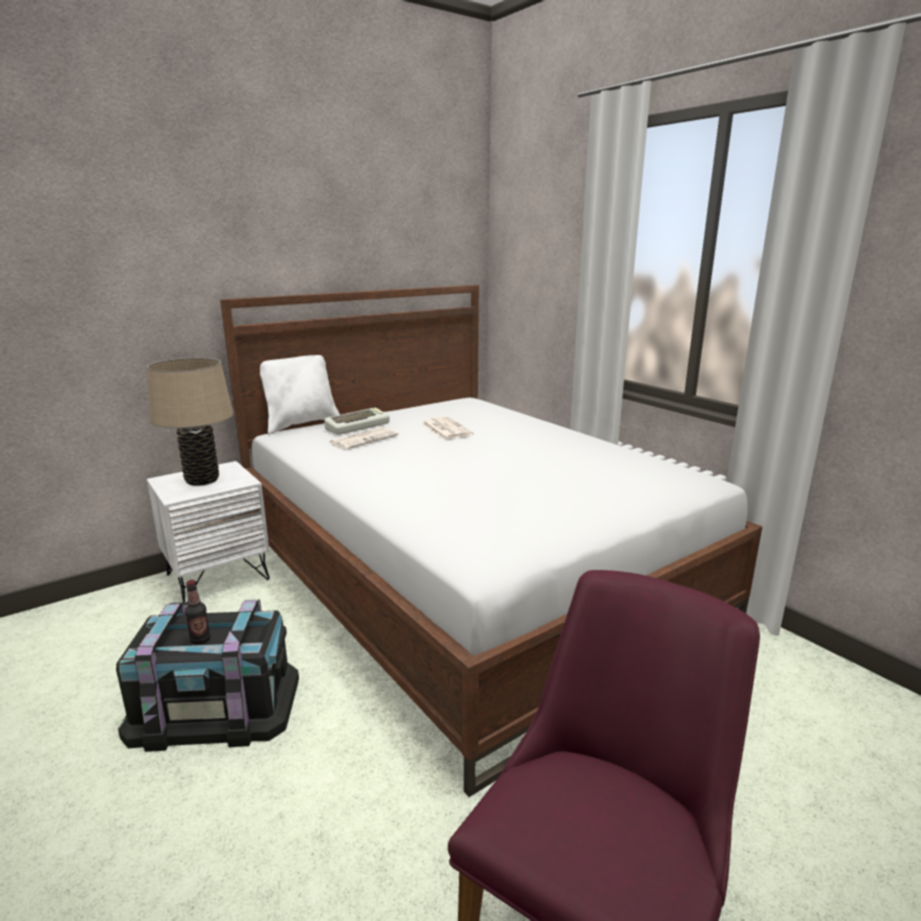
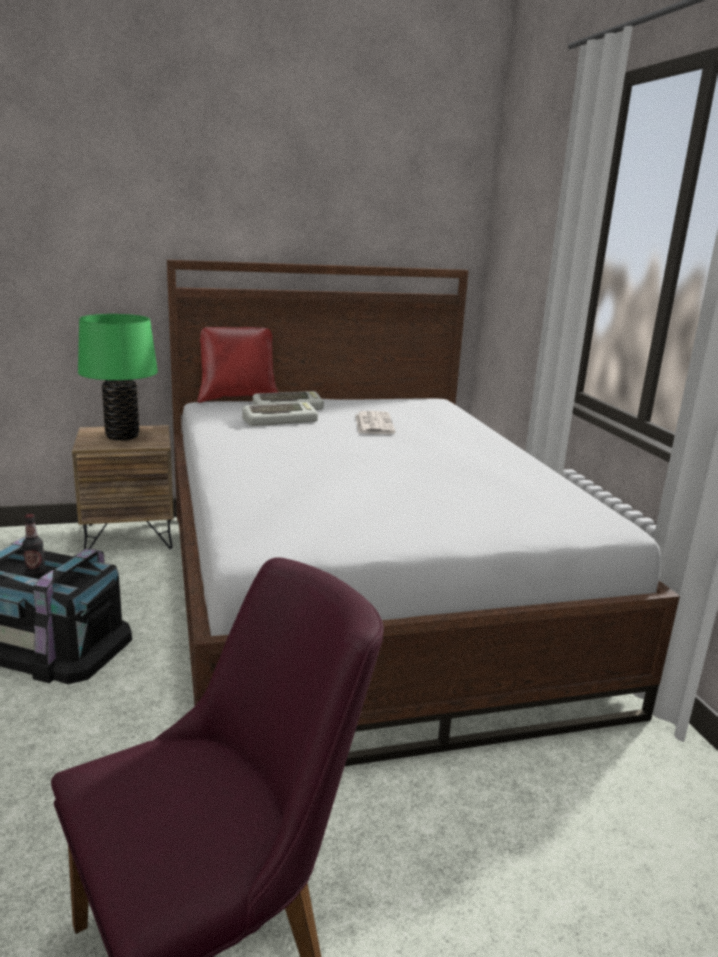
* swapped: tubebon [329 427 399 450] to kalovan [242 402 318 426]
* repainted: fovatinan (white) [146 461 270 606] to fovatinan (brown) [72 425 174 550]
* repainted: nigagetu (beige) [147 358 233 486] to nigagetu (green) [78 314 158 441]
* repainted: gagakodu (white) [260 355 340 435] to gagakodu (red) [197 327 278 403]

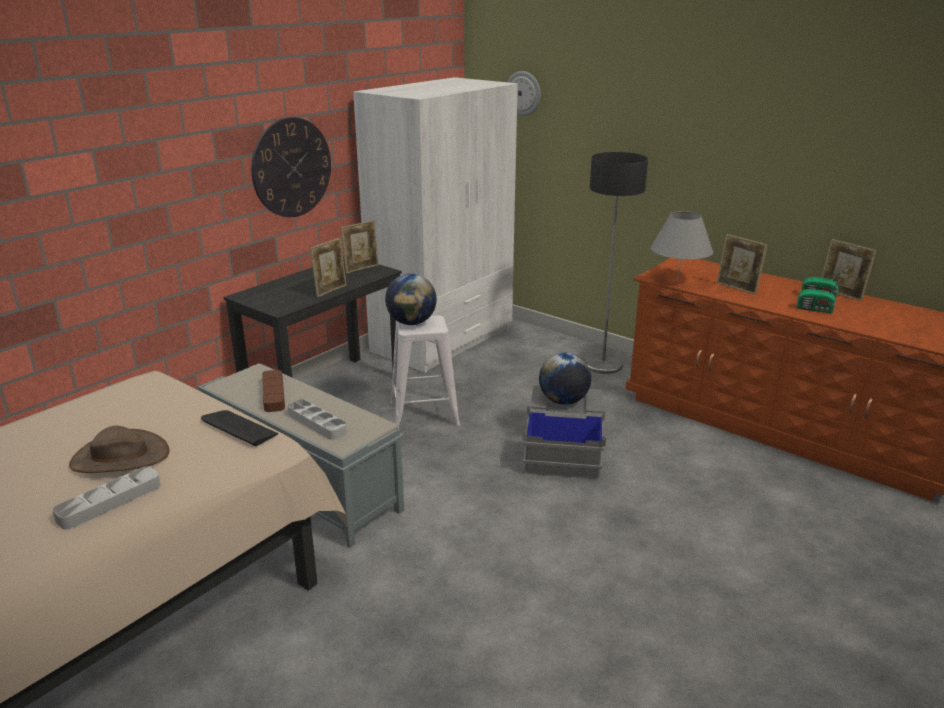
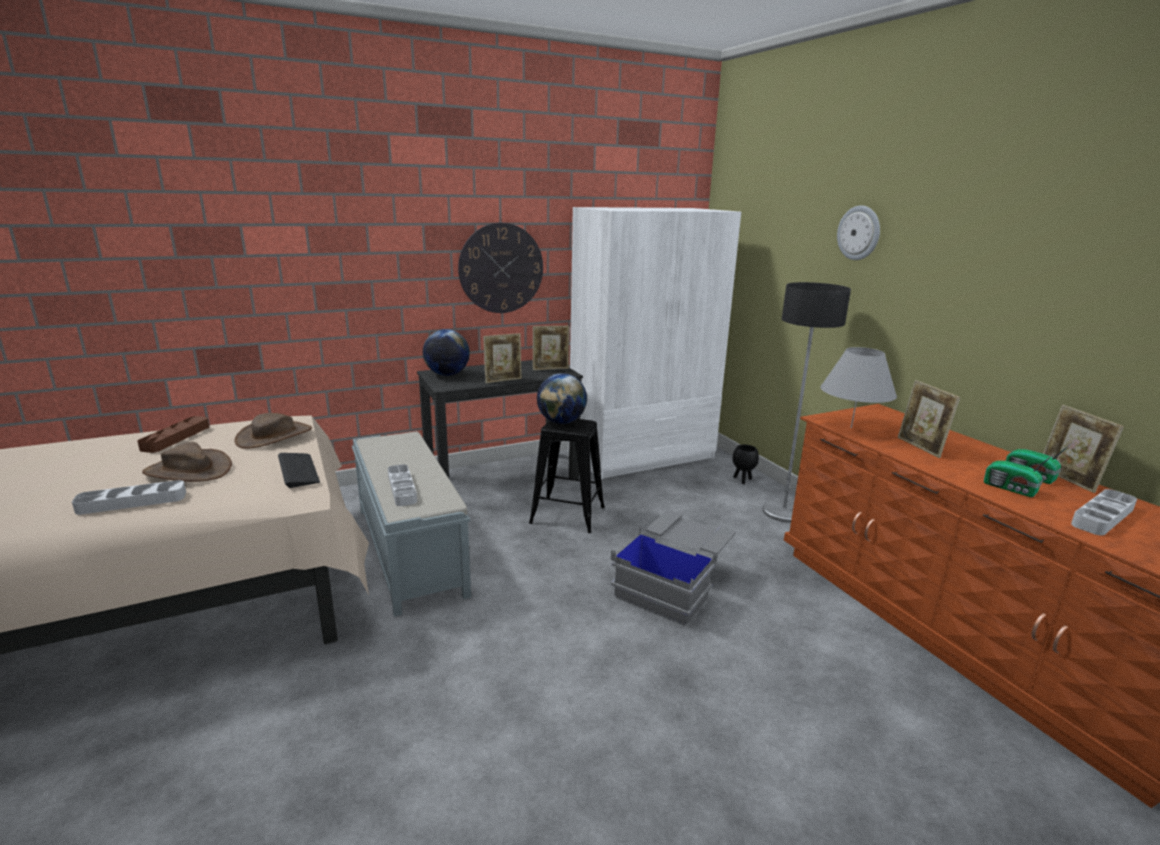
* new: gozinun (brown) [234 413 312 449]
* new: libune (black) [732 444 759 484]
* new: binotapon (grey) [1071 489 1137 535]
* shifted: binotapon (brown) [262 370 285 412] to [137 416 209 453]
* shifted: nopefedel [508 71 541 116] to [837 205 880 260]
* shifted: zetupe [539 352 591 405] to [423 329 470 376]
* repainted: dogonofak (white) [390 315 460 430] to dogonofak (black) [529 419 605 533]

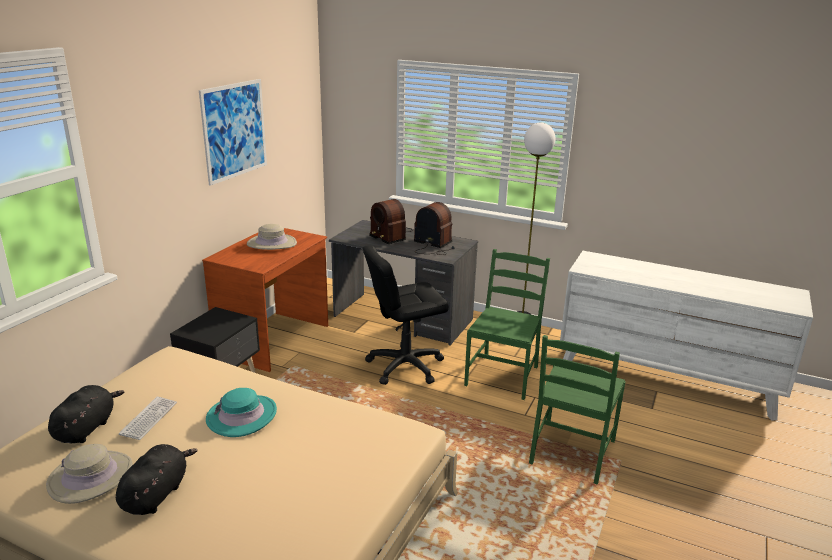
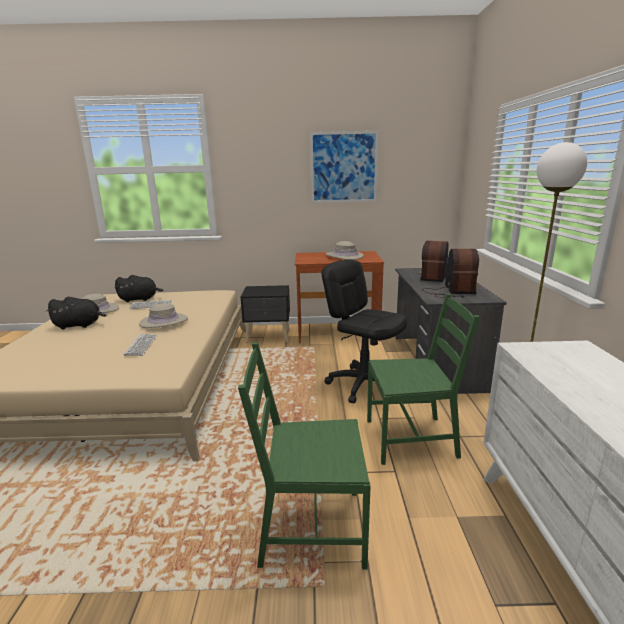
* new: kalovan [124 334 157 356]
* repainted: gozinun (turquoise) [206 388 277 437] to gozinun (beige) [139 303 188 328]

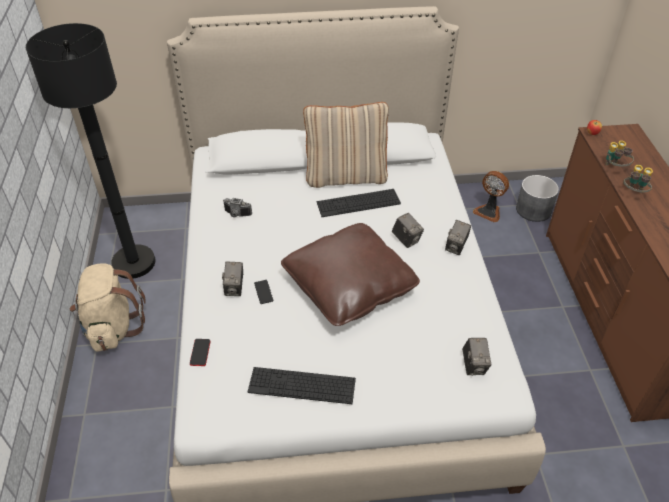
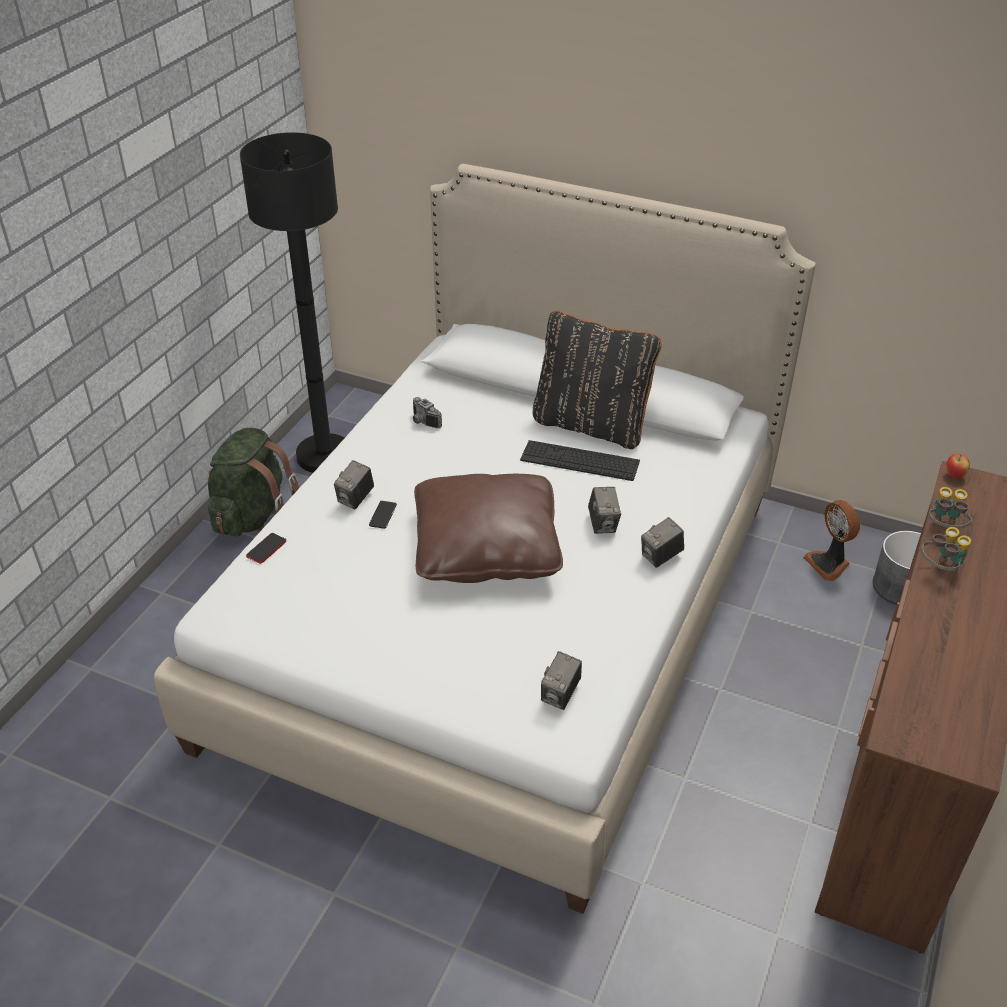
* gone: kalovan [248 367 356 404]
* repainted: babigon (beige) [70 263 146 352] to babigon (green) [208 428 299 537]
* repainted: gagakodu (beige) [303 102 389 188] to gagakodu (black) [533 311 661 449]

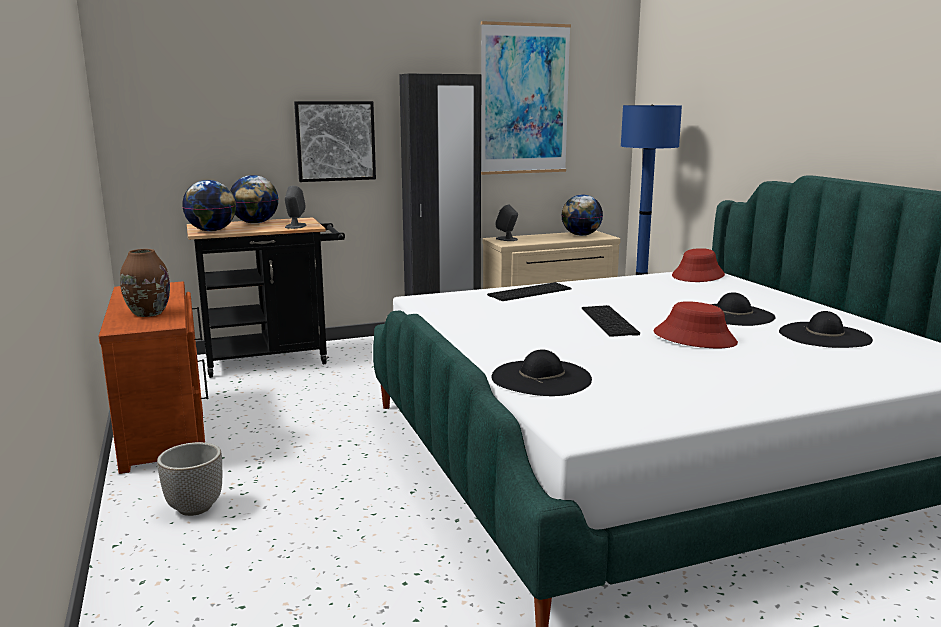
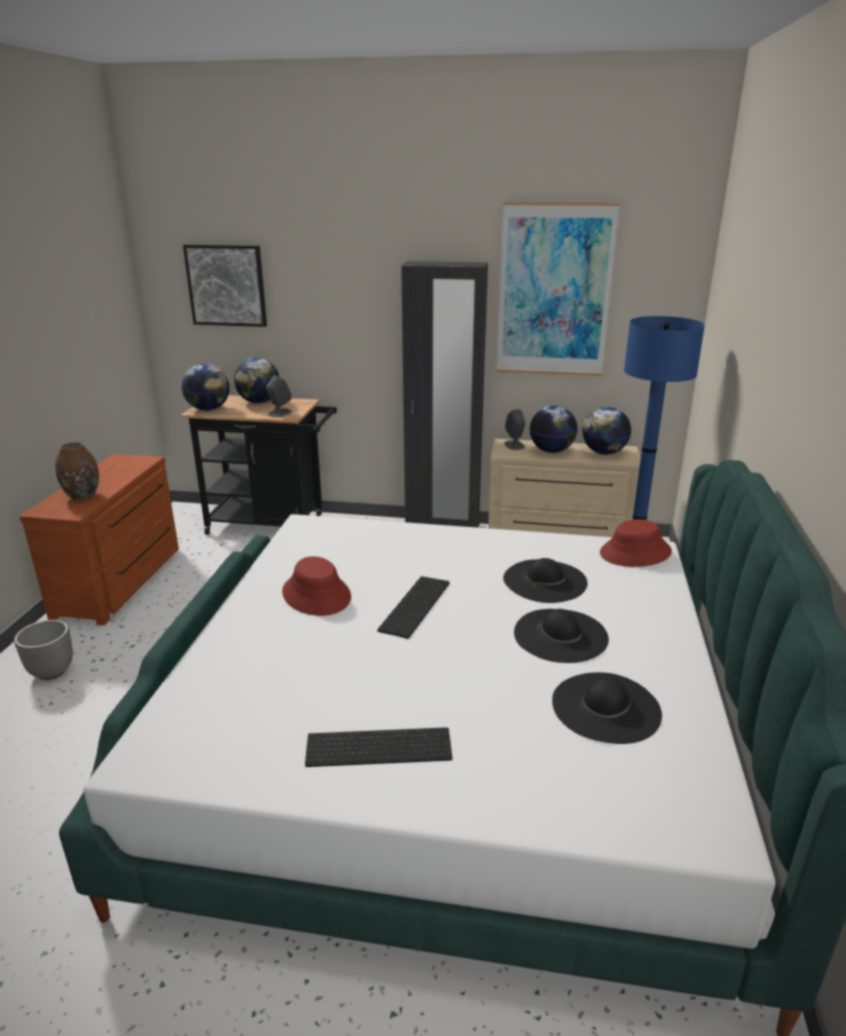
* new: zetupe [530 405 578 453]
* shifted: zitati [294 101 376 182] to [183 244 267 327]
* shifted: kalovan [487 282 571 301] to [305 727 452 767]
* shifted: gozinun (black) [492 350 592 396] to [503 558 588 603]
* shifted: gozinun (red) [653 301 738 348] to [282 556 351 616]

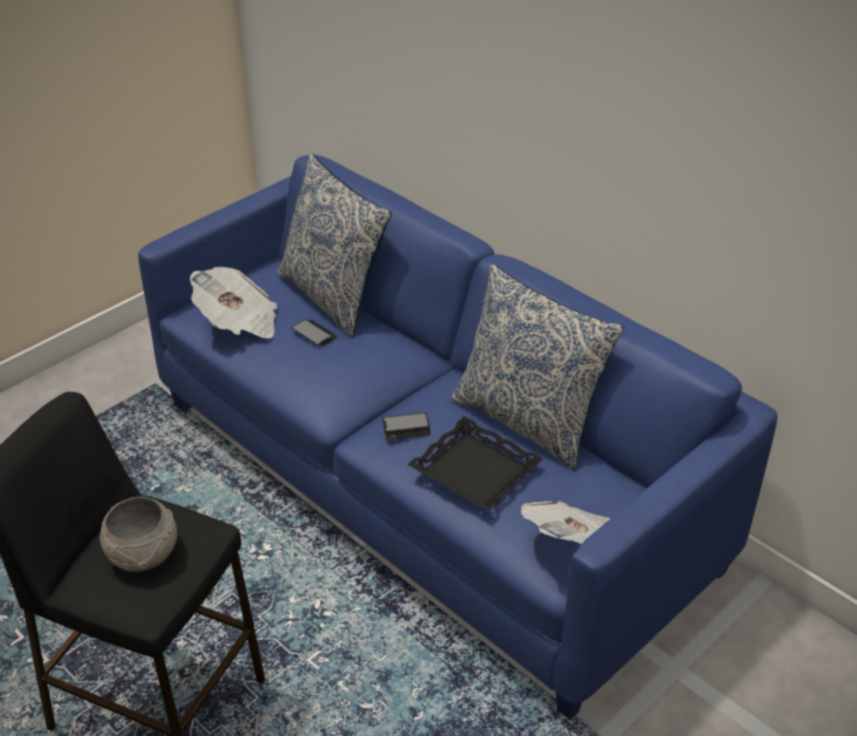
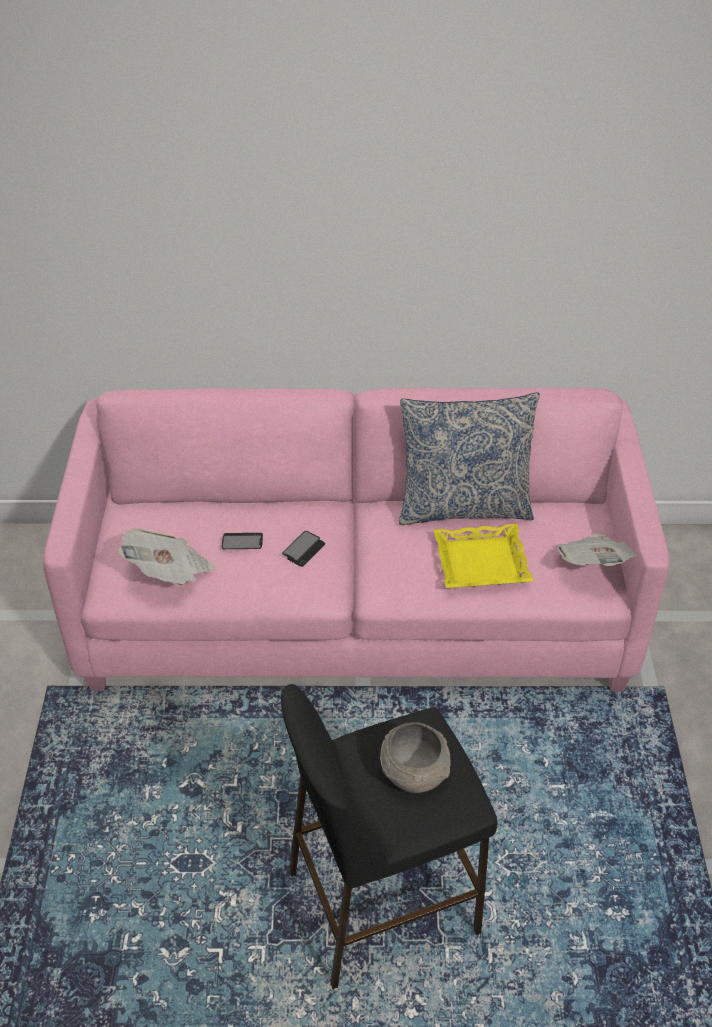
* gone: gagakodu [277 153 392 339]
* shifted: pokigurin [382 413 431 440] to [282 531 325 567]
* repainted: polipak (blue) [138 155 777 719] to polipak (pink) [43 388 669 692]
* repainted: binotapon (black) [407 416 544 511] to binotapon (yellow) [434 524 533 588]

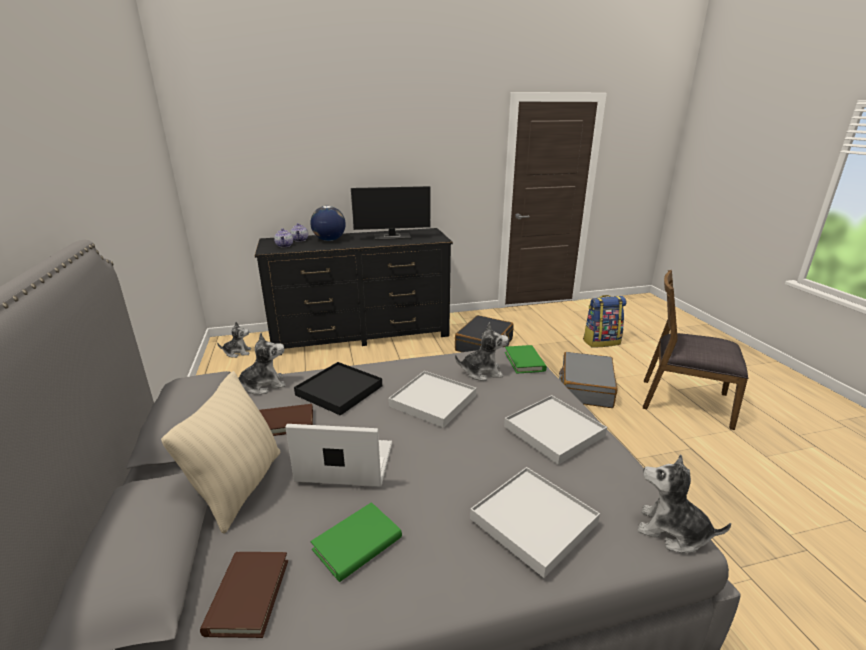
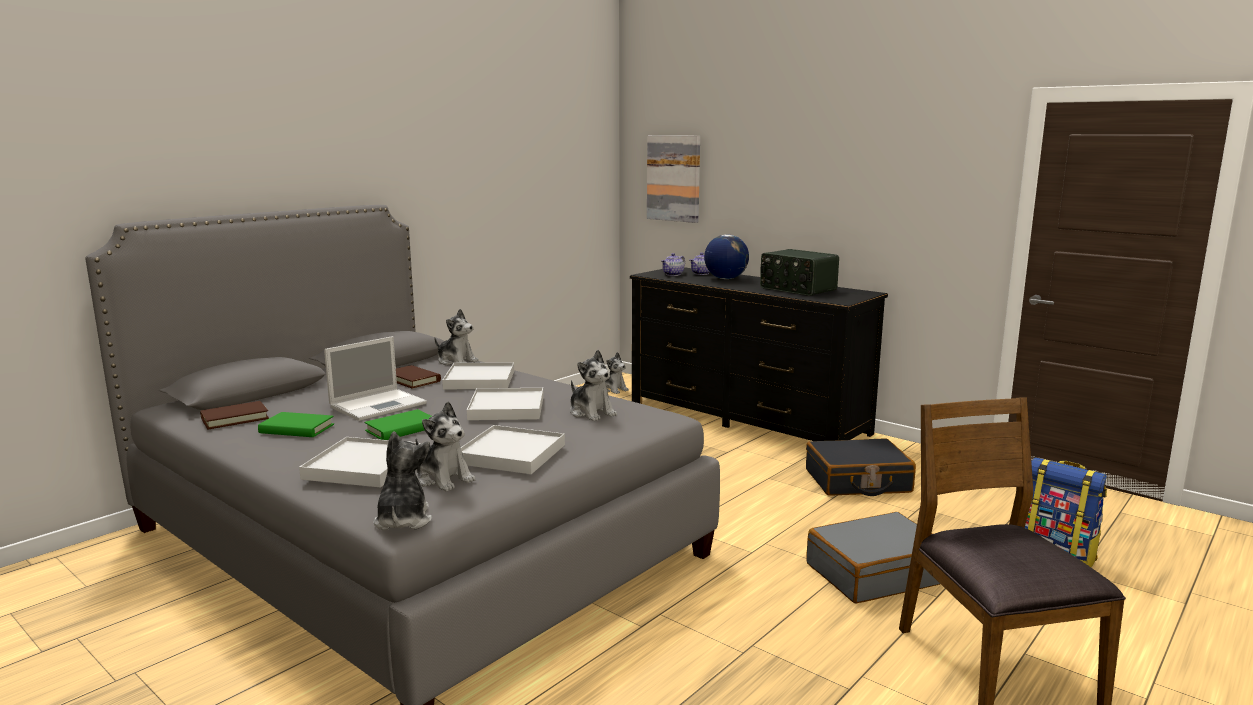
* gone: gagakodu (beige) [161 371 281 534]
* new: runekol [416 402 476 491]
* new: zitati [647 135 700 223]
* shifted: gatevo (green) [505 345 547 374] to [364 409 431 440]
* swapped: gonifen [351 186 431 241] to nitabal [760 249 839 296]
* repainted: binotapon (black) [294 362 382 416] to binotapon (white) [442 362 514 389]
* rotated: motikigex [285 424 392 487] = [324 336 427 421] 75 degrees clockwise

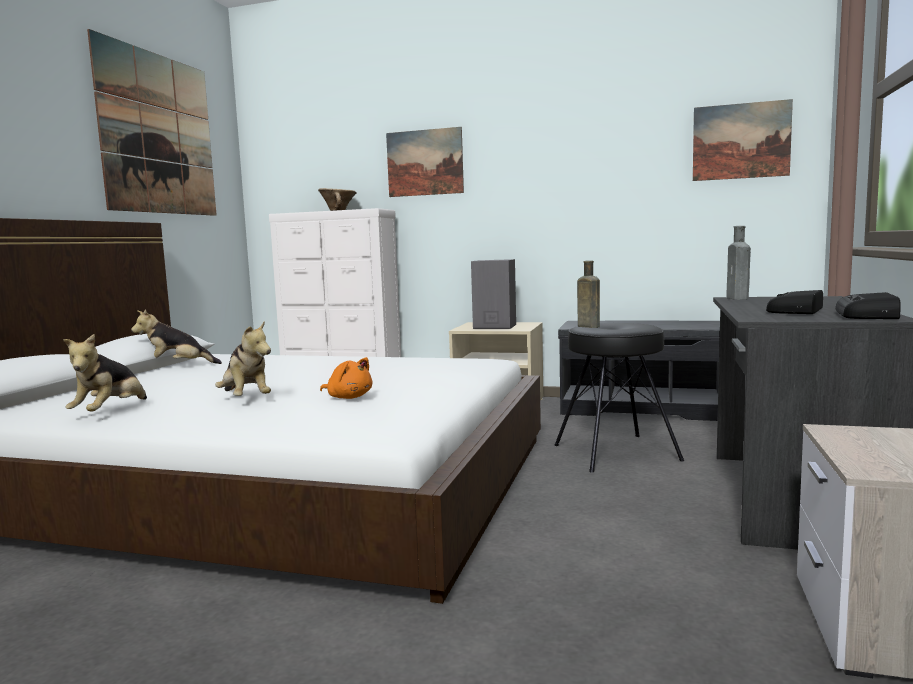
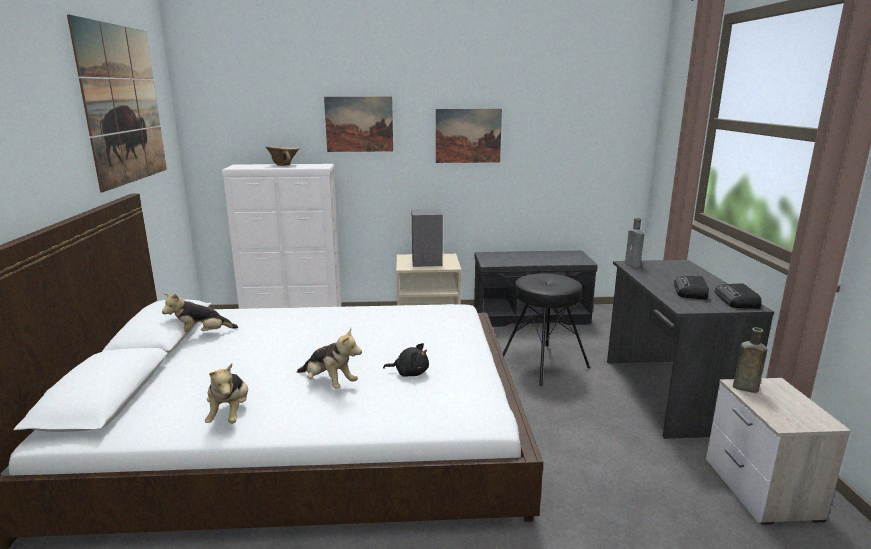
* shifted: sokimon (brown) [577 261 600 328] to [733 327 767 393]
* shifted: zitati [693 99 793 181] to [436 109 502 163]
* repainted: runekol (orange) [320 357 373 399] to runekol (black) [383 343 429 377]

